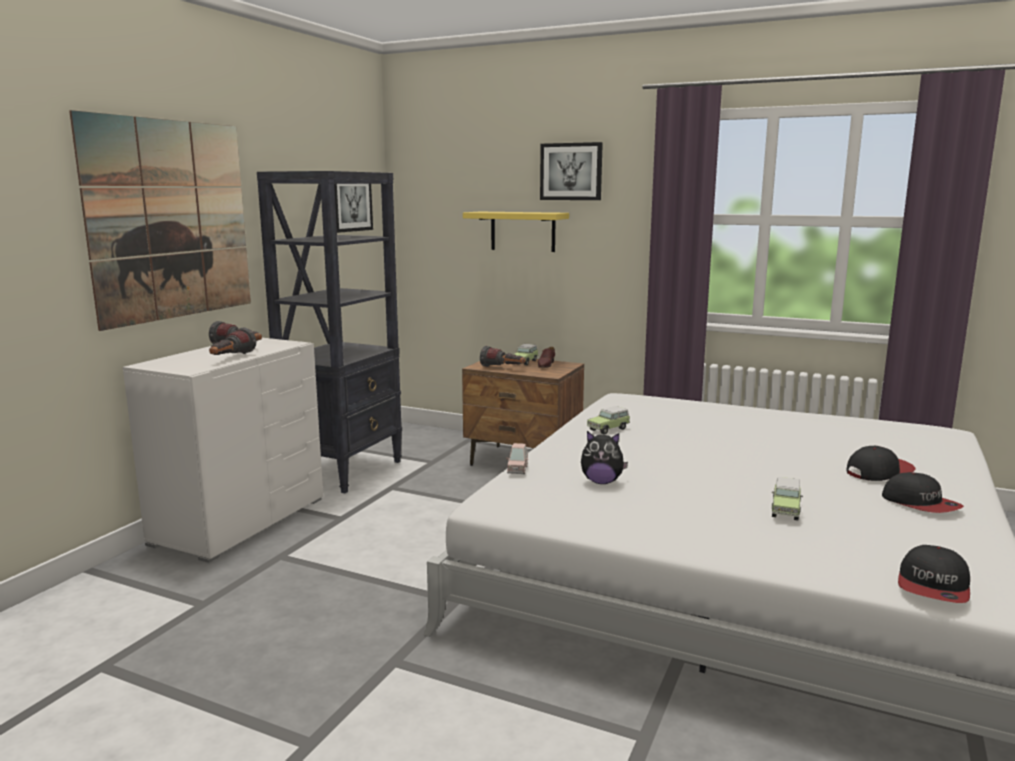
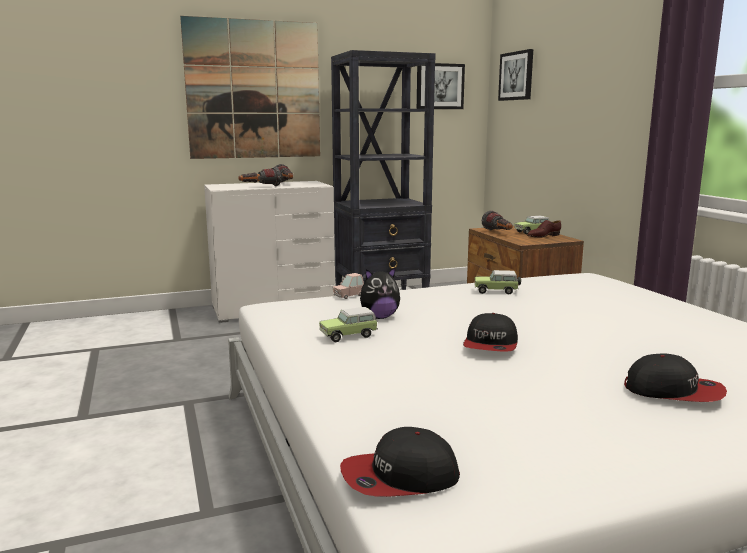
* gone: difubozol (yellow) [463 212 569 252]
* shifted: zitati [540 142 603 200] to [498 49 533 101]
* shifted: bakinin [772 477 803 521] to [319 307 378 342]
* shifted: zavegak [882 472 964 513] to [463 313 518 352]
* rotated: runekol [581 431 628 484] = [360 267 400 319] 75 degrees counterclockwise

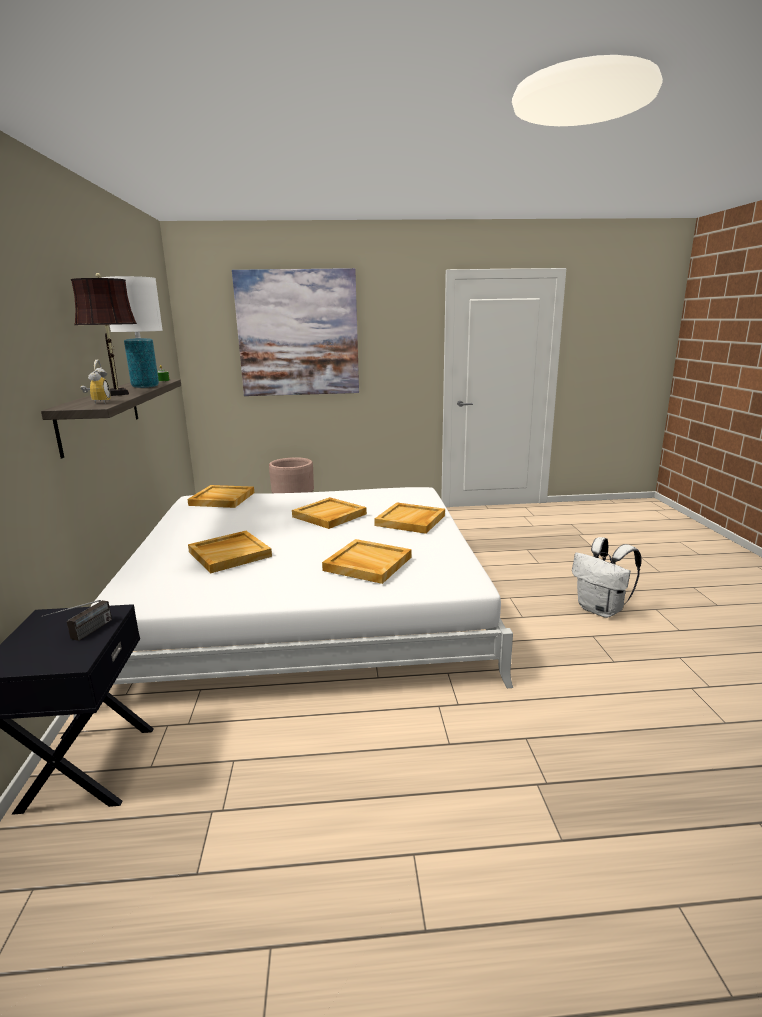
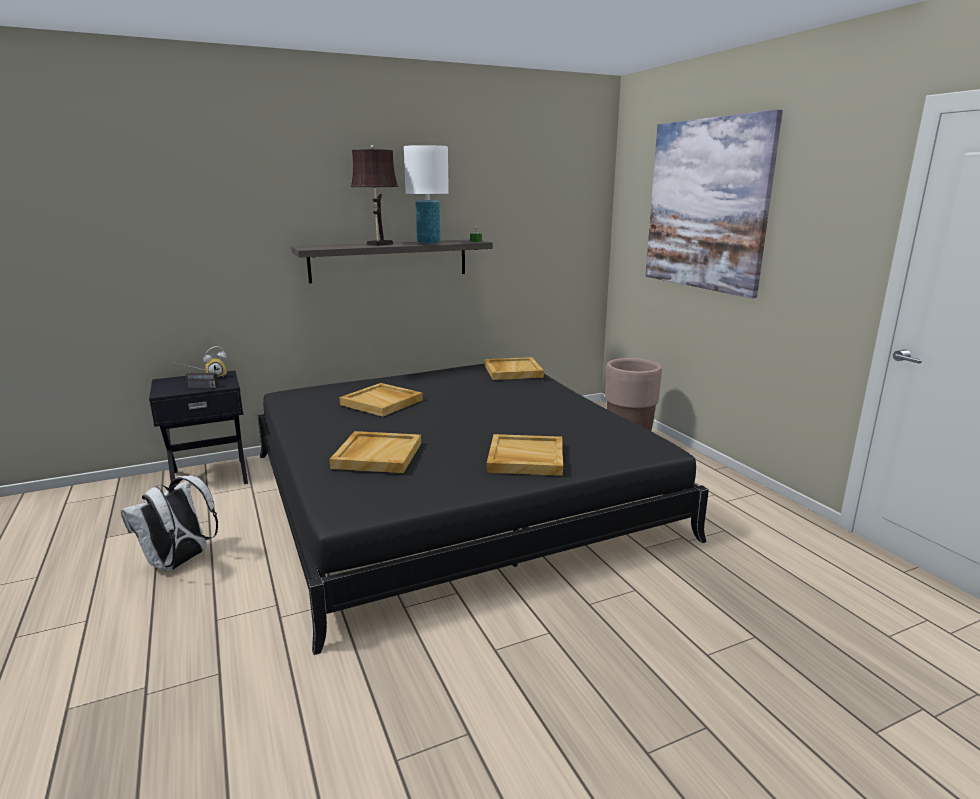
* gone: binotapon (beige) [292 497 367 529]
* shifted: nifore [81 360 111 404] to [203 346 227 377]
* shifted: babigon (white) [572 537 641 618] to [121 476 218 572]
* repainted: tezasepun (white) [73 487 513 719] to tezasepun (black) [257 364 709 655]

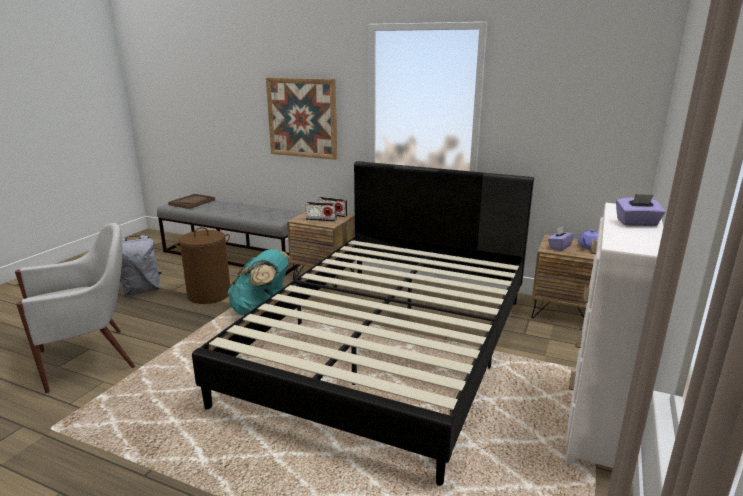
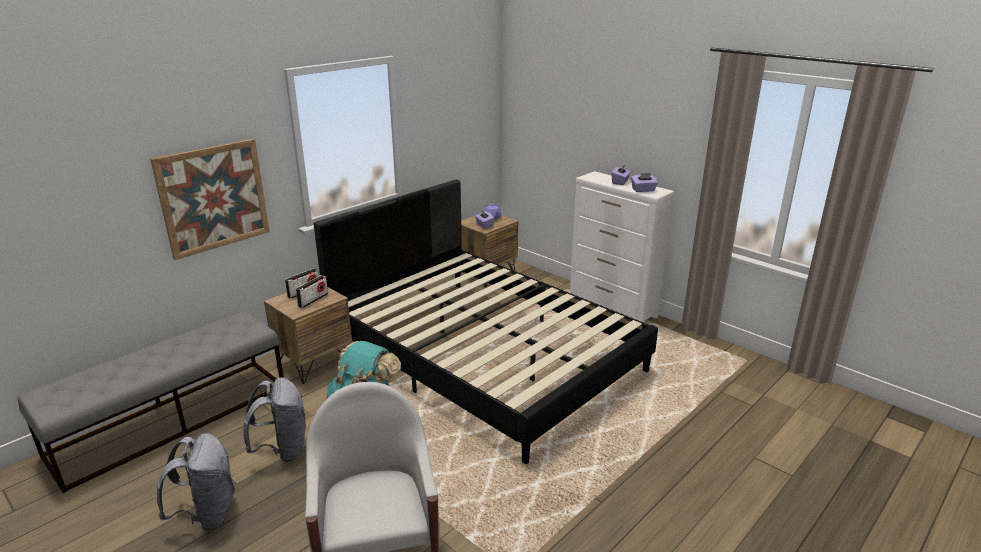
* gone: binotapon (brown) [168 194 215 209]
* new: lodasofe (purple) [631 173 658 192]
* swapped: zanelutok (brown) [174 227 230 304] to babigon (grey) [243 377 306 462]

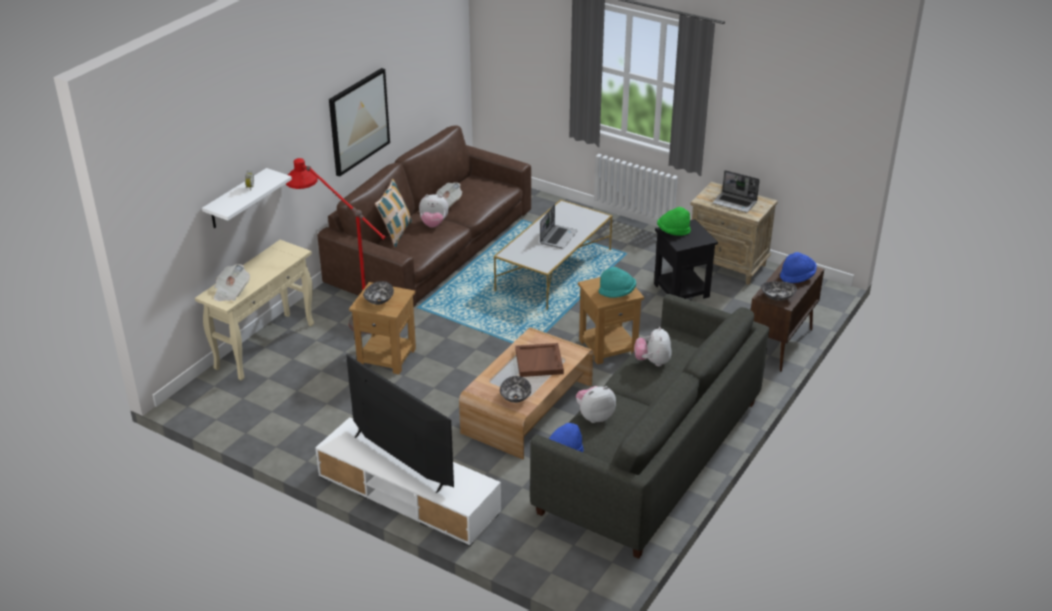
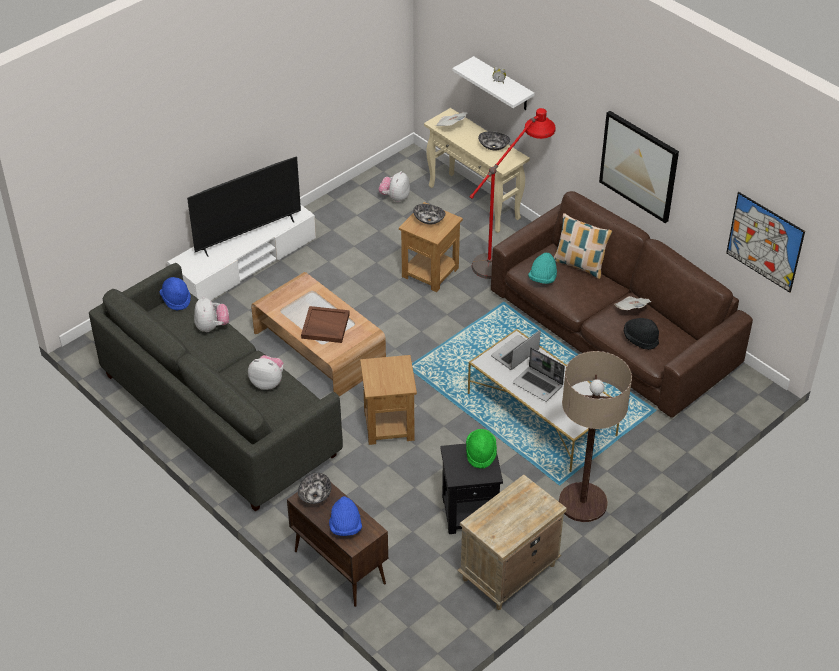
* new: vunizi [559 351 632 522]
* new: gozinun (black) [624 318 659 350]
* new: zitati [726 192 805 293]
* shifted: runekol [419 194 449 228] to [378 171 410 203]
* shifted: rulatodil [500 376 531 403] to [478 132 510 151]
* shifted: gozinun (turquoise) [599 267 636 298] to [528 253 557 284]
* shifted: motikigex [713 170 760 213] to [491 330 541 370]

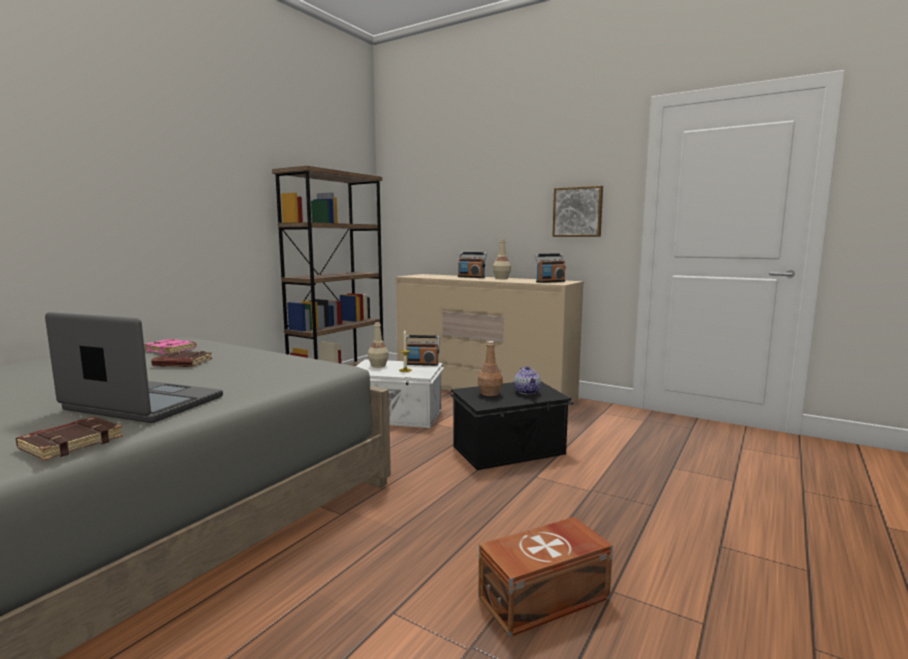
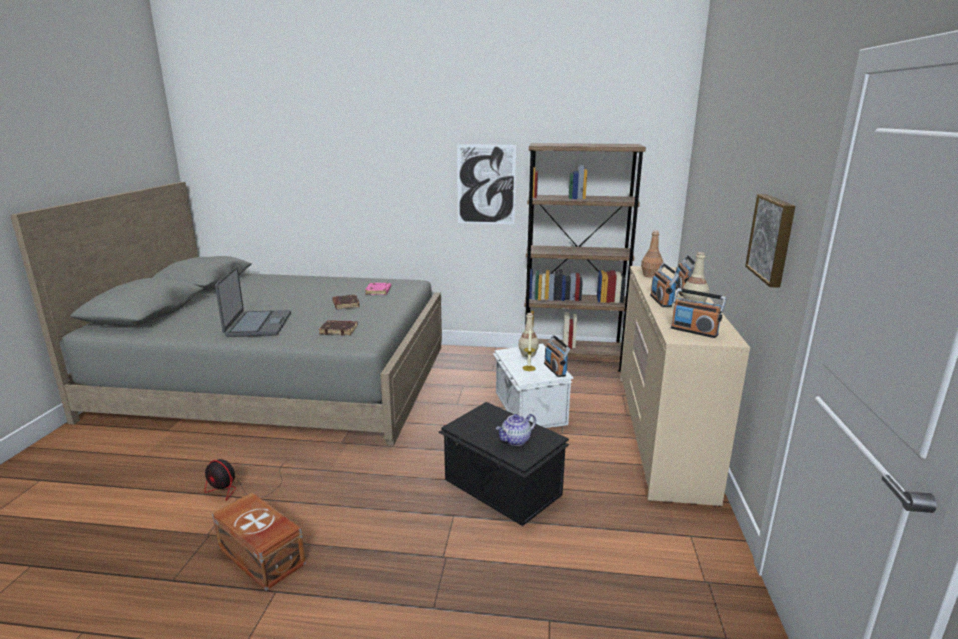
* new: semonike [204 459 286 501]
* new: zitati [457 144 516 224]
* new: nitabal [650 263 679 307]
* shifted: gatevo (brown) [16 417 123 461] to [319 320 358 336]
* shifted: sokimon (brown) [478 341 503 396] to [641 230 663 278]

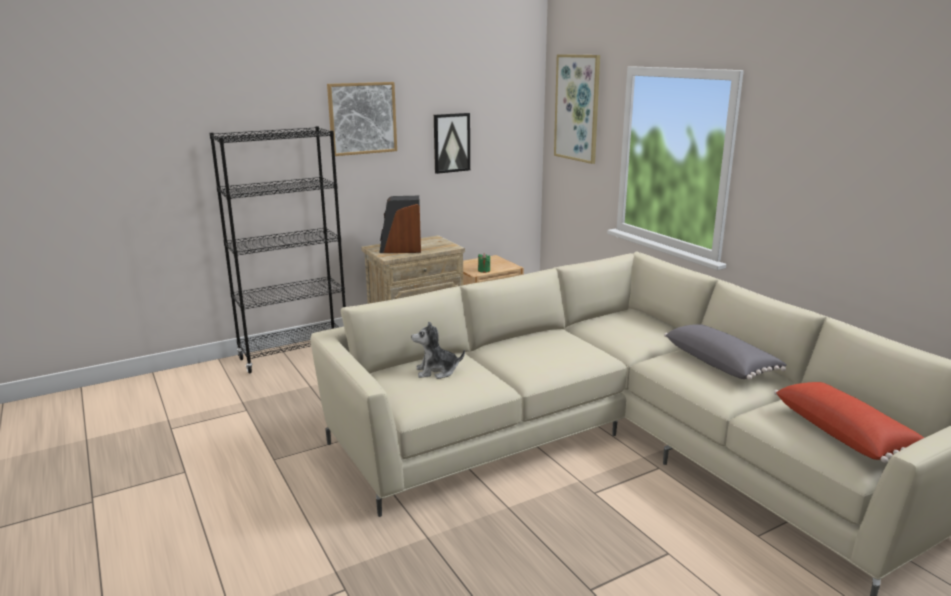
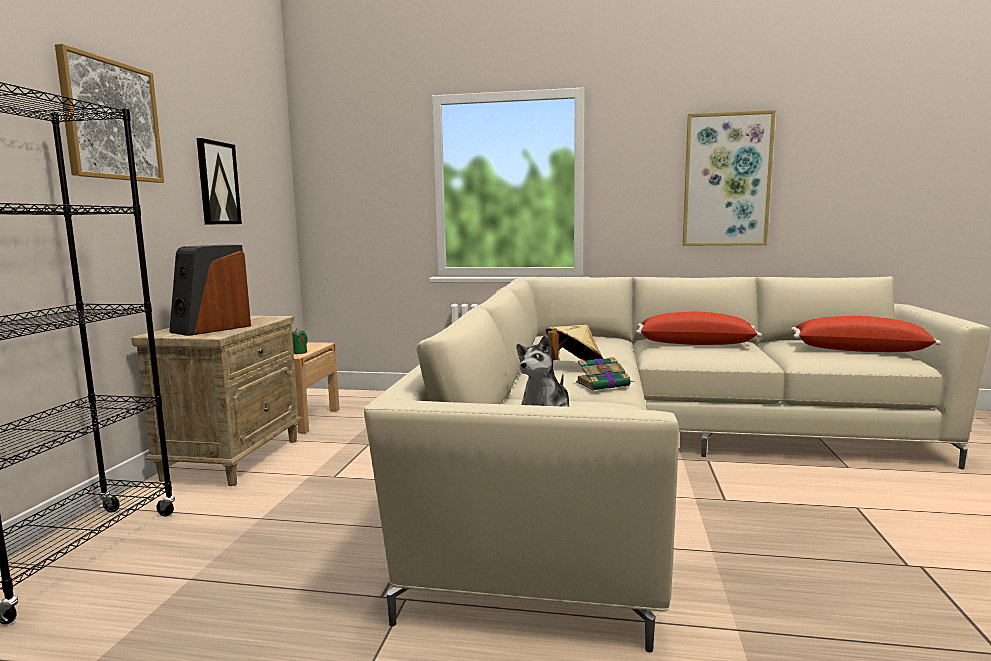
* new: gozinun (beige) [546 325 603 361]
* new: gatevo [576 357 634 390]
* shifted: zitati [554 54 600 164] to [683 110 776 246]
* repainted: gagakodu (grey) [664 324 787 380] to gagakodu (red) [636 312 762 345]

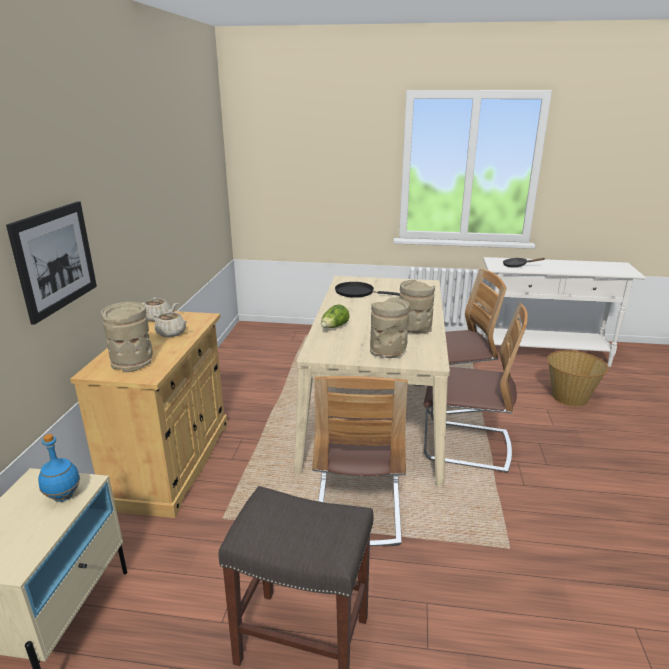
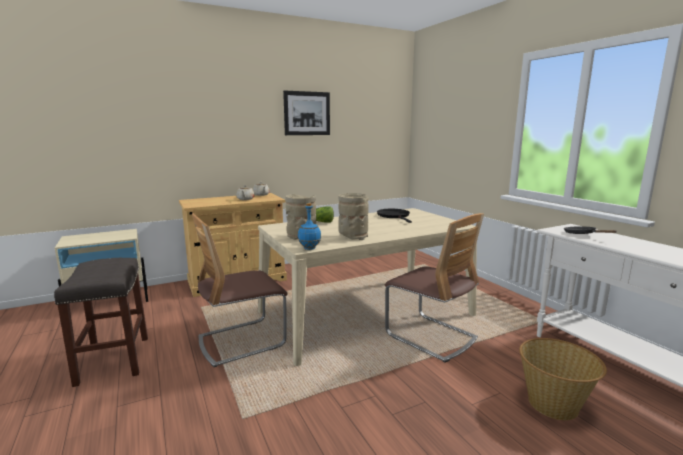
* gone: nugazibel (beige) [101 302 153 372]
* gone: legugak [424 303 528 473]
* shifted: zitati [6 201 97 325] to [283 90 330 135]
* shifted: sokimon (blue) [38 434 80 502] to [298 203 321 250]

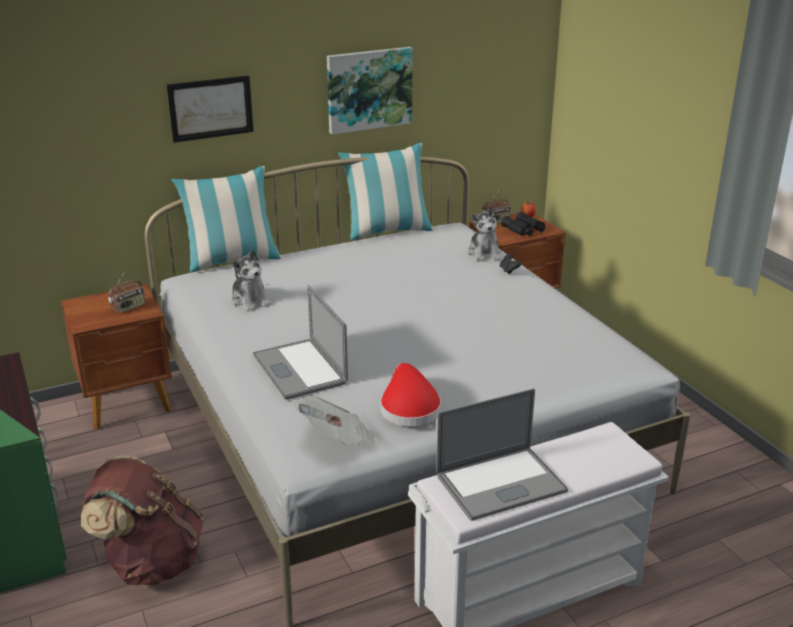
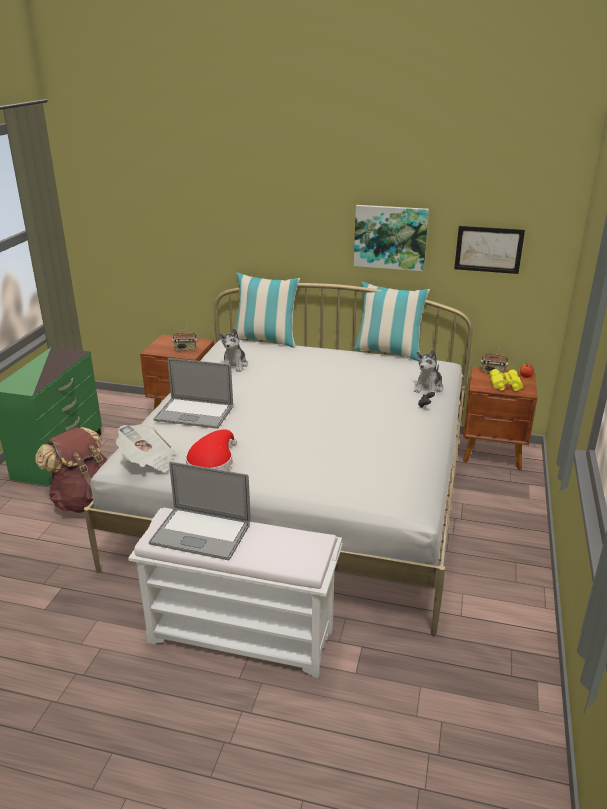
* shifted: zitati [167 75 254 143] to [454 226 525 274]
* repainted: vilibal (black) [501 212 545 236] to vilibal (yellow) [490 369 523 391]
* rotated: motikigex [253 285 348 400] = [154 358 233 429] 90 degrees counterclockwise

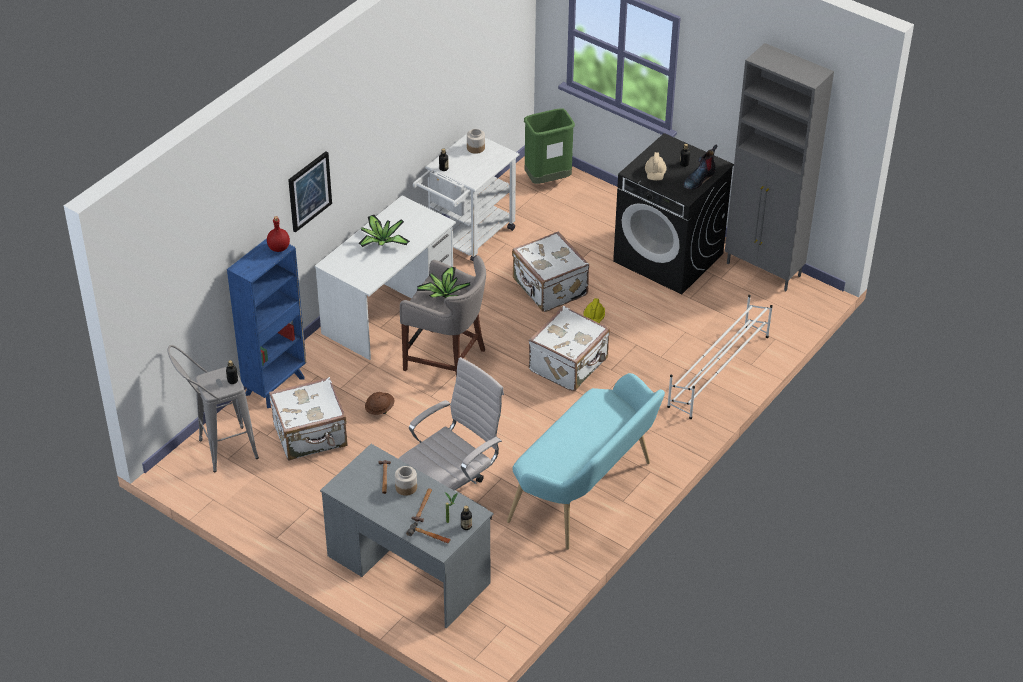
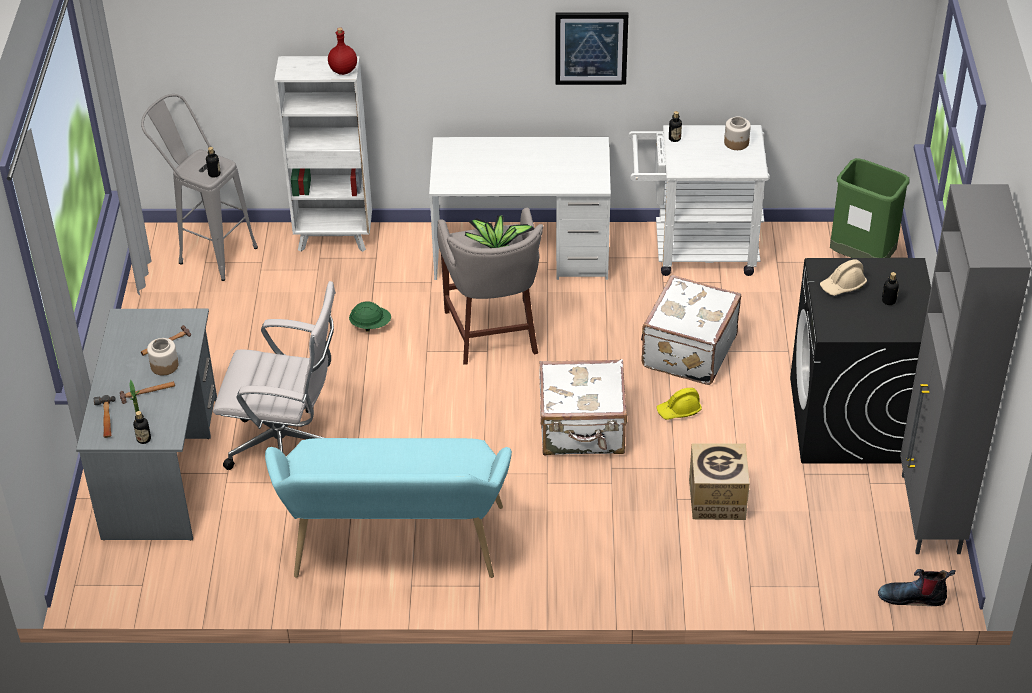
* gone: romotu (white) [269 377 347 461]
* gone: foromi [359 215 410 247]
* gone: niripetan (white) [667 295 773 419]
* new: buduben [689 444 750 520]
* shifted: zitati [288 151 332 232] to [555 12 628 85]
* shifted: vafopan [683 145 717 190] to [878 569 956 606]
* repainted: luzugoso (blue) [227 238 306 408] to luzugoso (white) [274 56 372 252]
* repainted: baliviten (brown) [365 392 394 415] to baliviten (green) [349 301 391 332]

